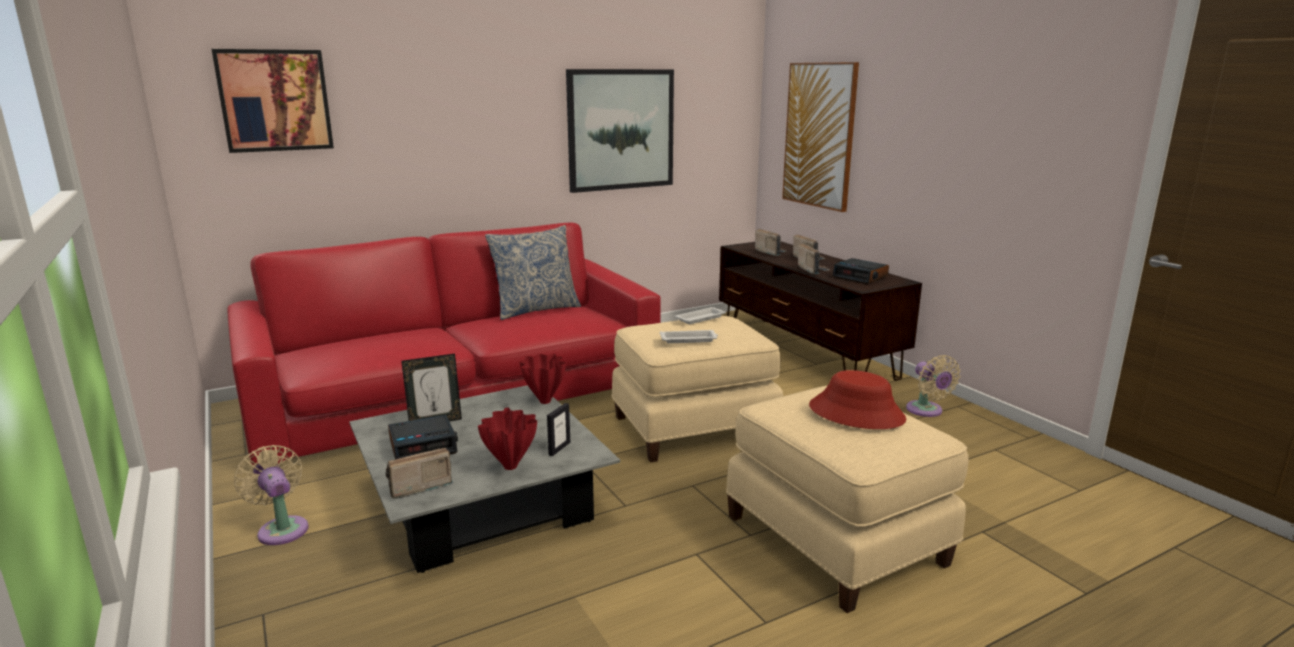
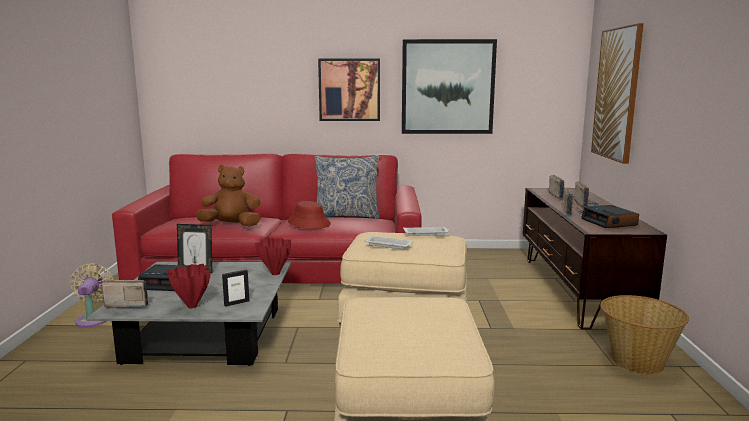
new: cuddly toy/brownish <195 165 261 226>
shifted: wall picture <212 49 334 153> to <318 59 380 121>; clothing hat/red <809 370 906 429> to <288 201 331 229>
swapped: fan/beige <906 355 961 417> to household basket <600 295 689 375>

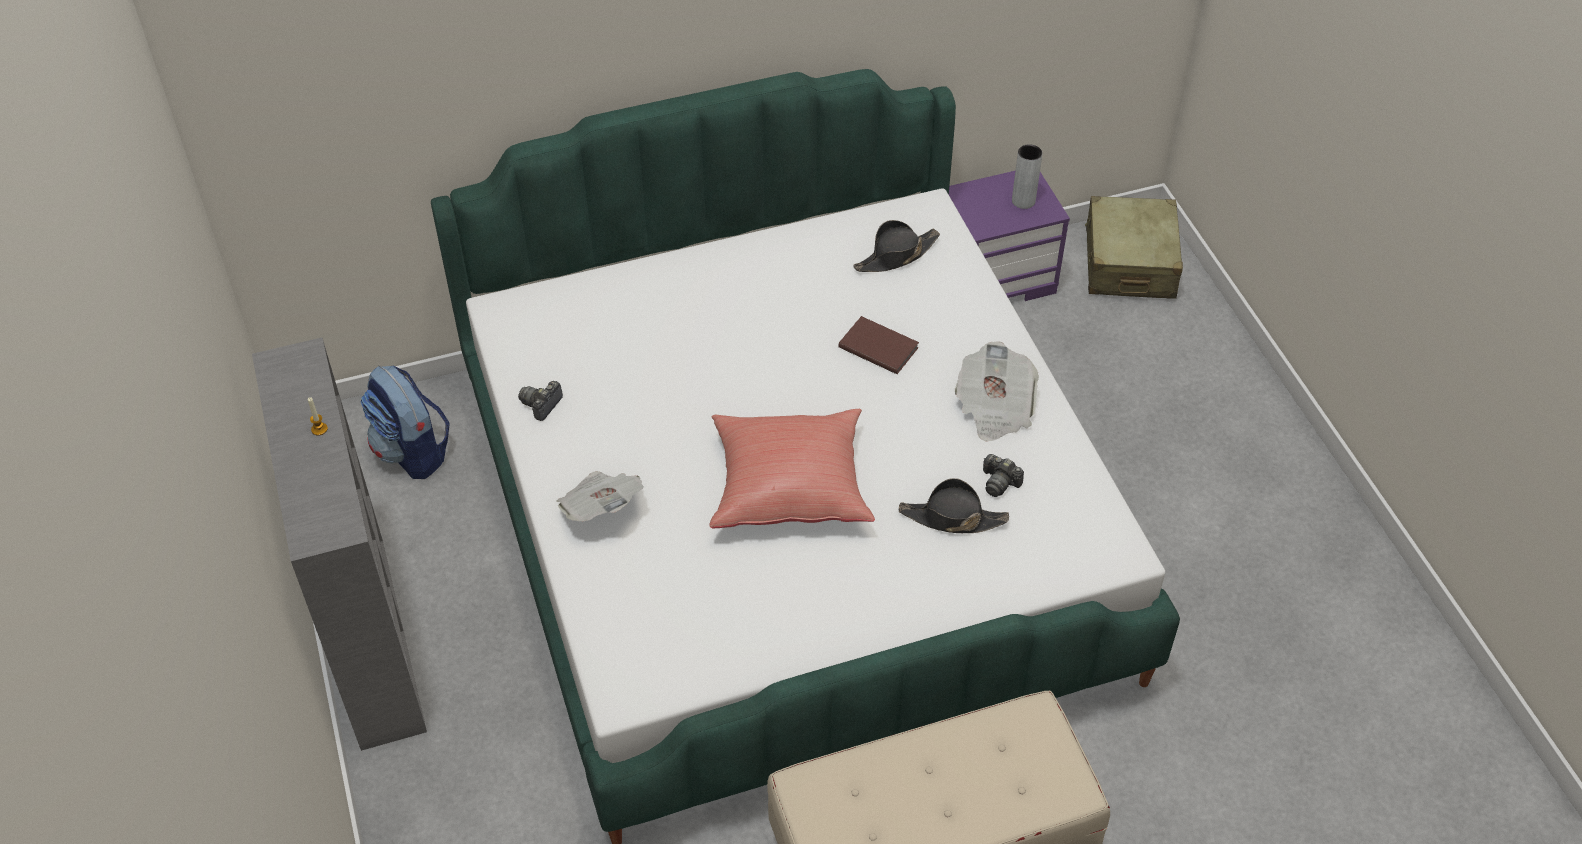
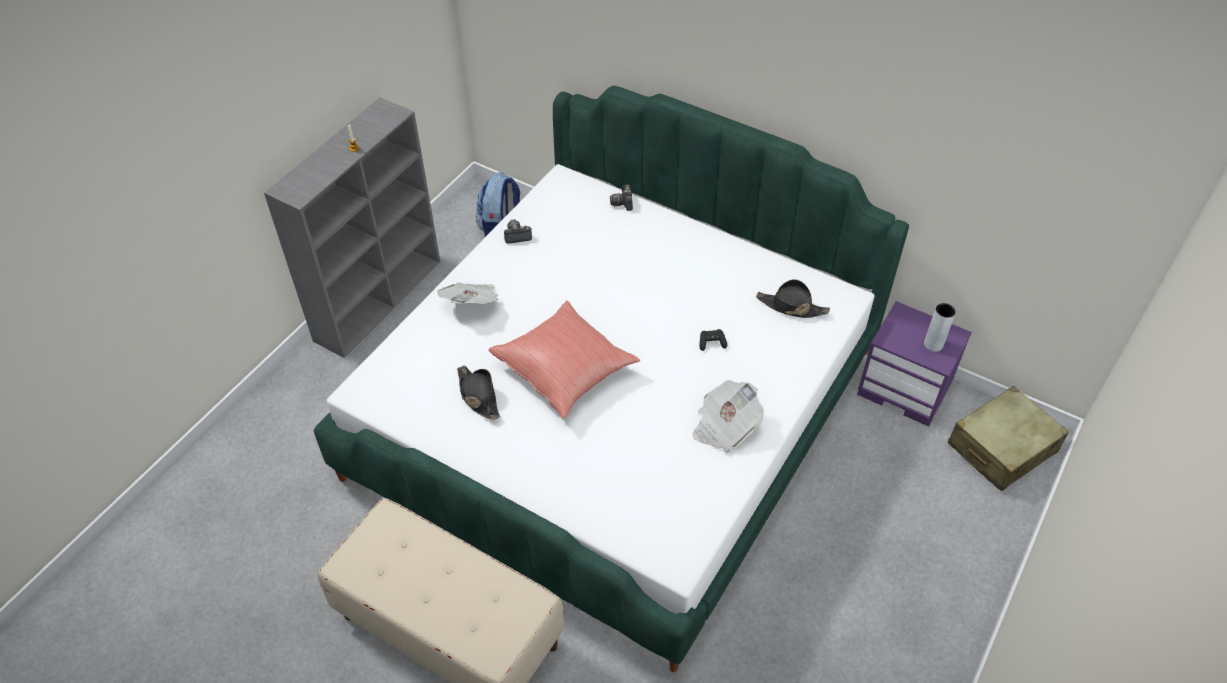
shifted: clothing hat/black-coloured <899 478 1009 533> to <457 366 500 420>; still camera <983 454 1024 497> to <610 185 633 211>
swapped: bound book/brownish <838 316 919 374> to game controller/black-coloured <700 329 727 351>

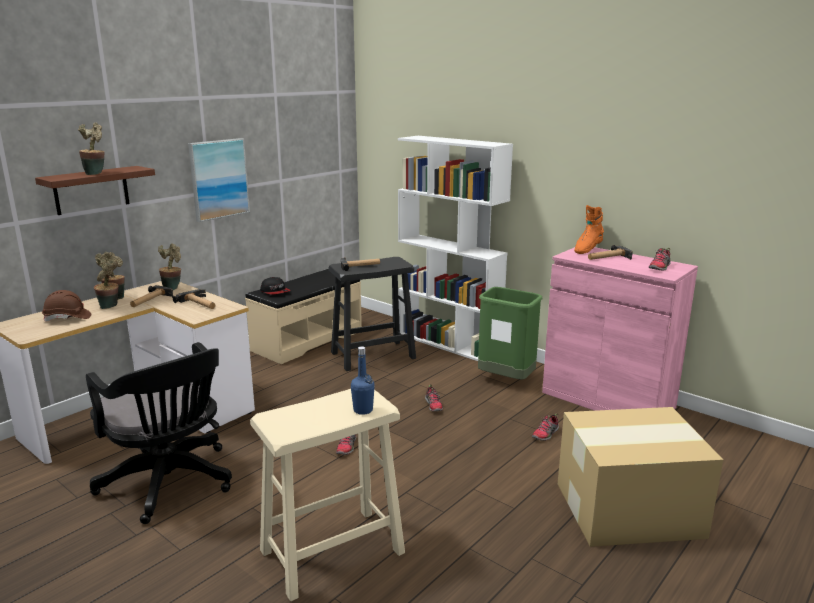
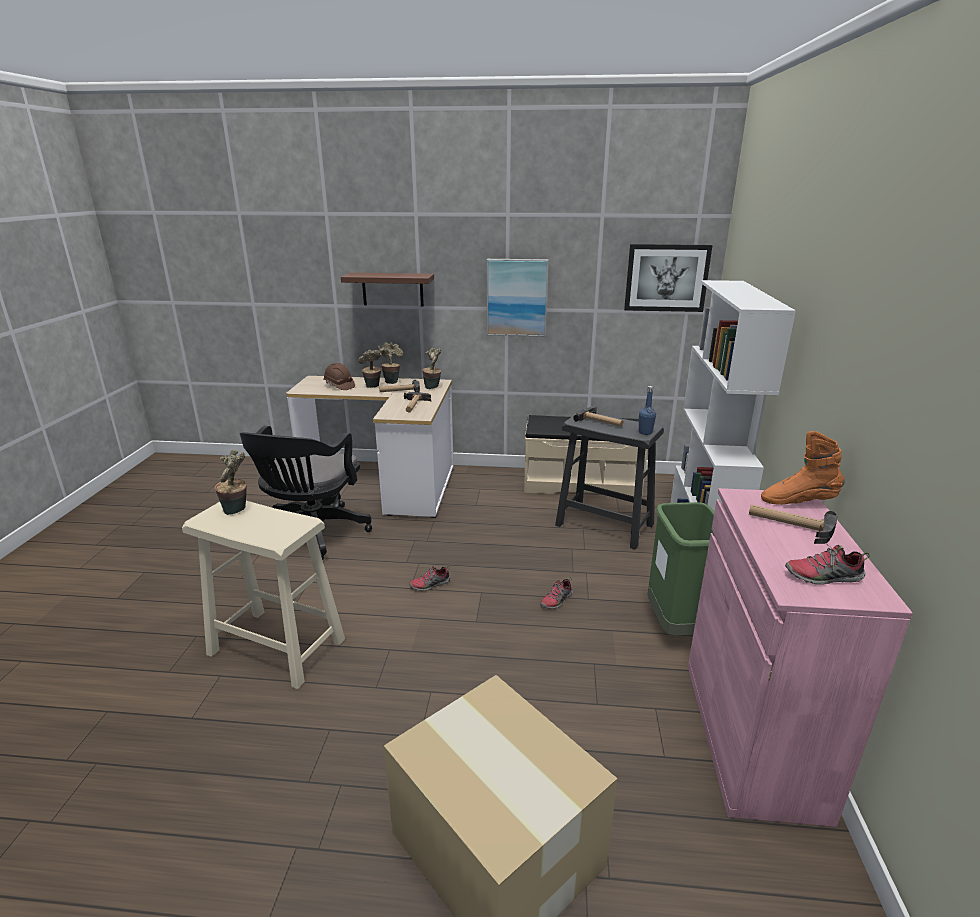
gone: peaked cap <260 277 291 295>; shoe <532 413 559 441>
new: wall picture <624 244 712 312>
shifted: plant in a pot <78 123 105 175> to <215 450 247 515>; bottle/blue <351 346 375 415> to <639 386 656 435>

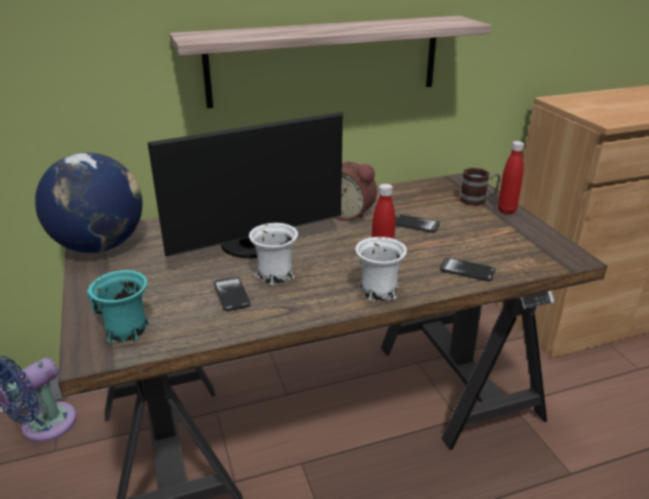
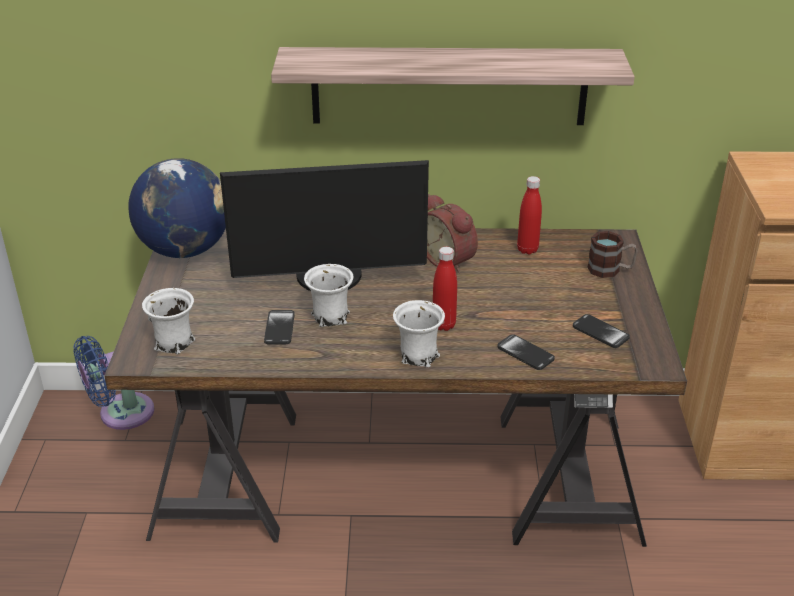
shifted: phone <395 214 440 233> to <573 314 630 348>; bottle/red <498 141 524 214> to <517 176 542 255>
repainted: coffee mug/turquoise-coloured <86 270 149 343> to coffee mug/whitish <142 288 195 354>

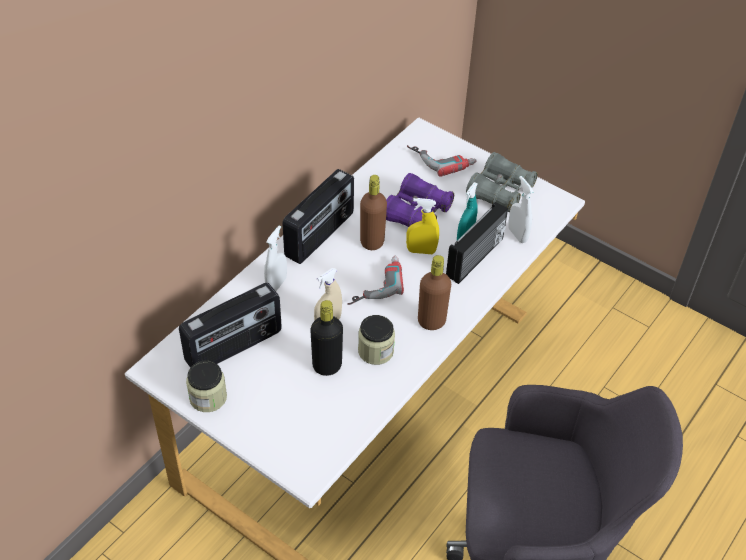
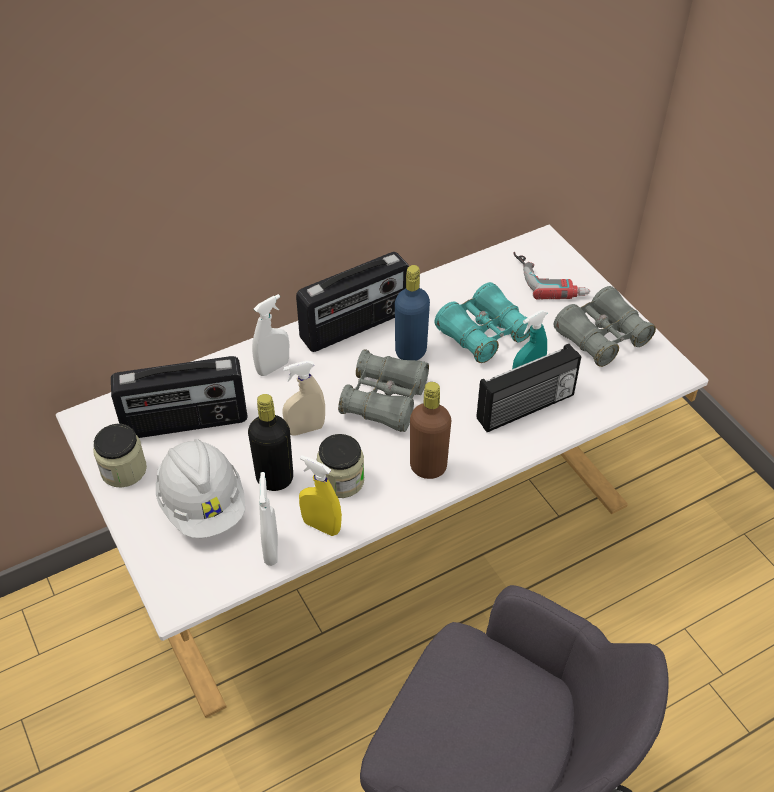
new: hard hat/whitish <156 439 245 538>
shifted: spray bottle/yellow <406 198 439 254> to <299 455 342 536>; spray bottle/whitish <508 176 534 243> to <259 472 278 566>
swapped: electric drill <347 256 404 305> to field glasses/gray <338 350 429 432>
repainted: bottle/brownish <360 175 387 250> to bottle/blue <395 265 430 360>; field glasses/purple-coloured <386 173 454 227> to field glasses/turquoise-coloured <434 282 531 363>

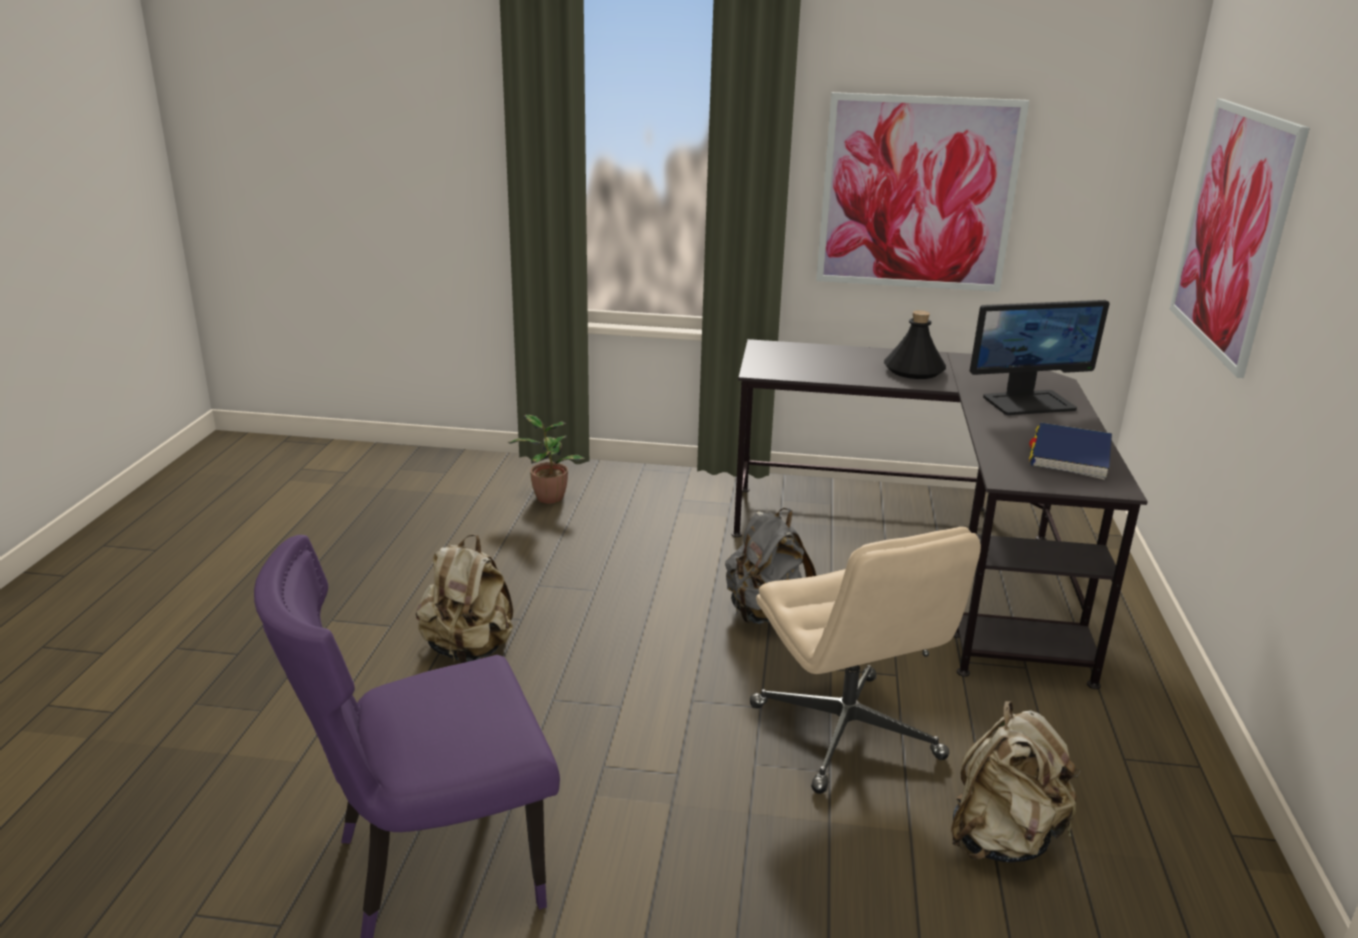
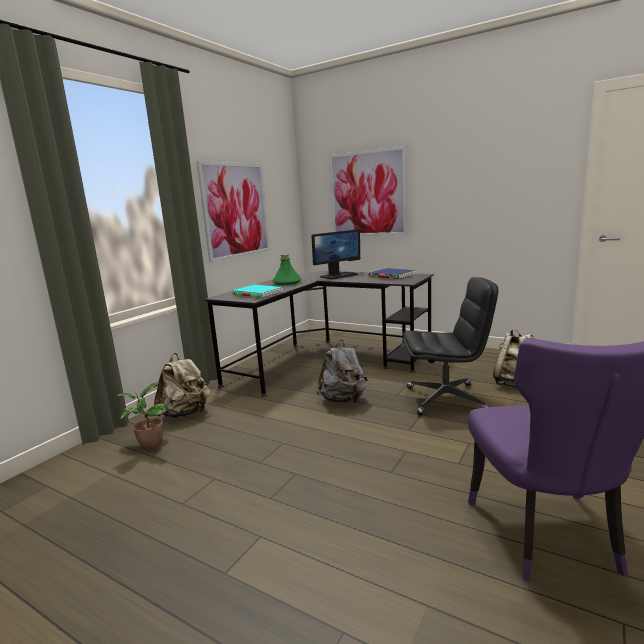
new: bound book/turquoise-coloured <232 285 283 298>
shifted: backpack/beige <416 534 513 663> to <154 353 211 418>
repainted: office chair/beige <750 527 981 794> to office chair/black-coloured <403 277 498 416>; bottle/black-coloured <884 310 946 379> to bottle/green-coloured <272 254 301 285>
rotated: computer display <970 300 1110 415> = <311 229 360 279> 45 degrees clockwise

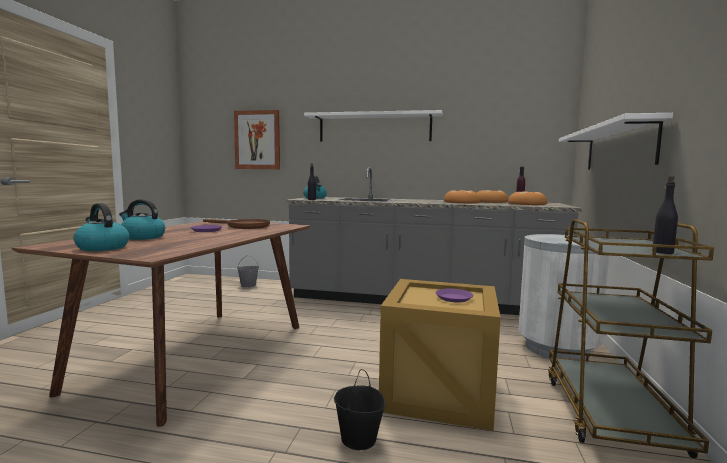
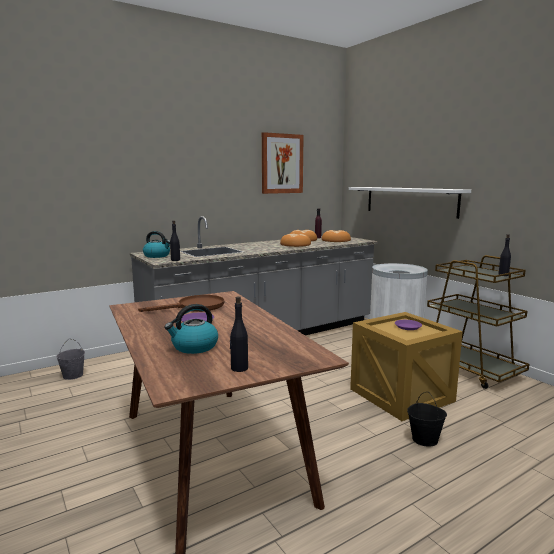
gone: bracket shelf/whitish <304 110 443 142>
shifted: wall picture <234 110 280 169> to <262 132 304 194>
swapped: tea kettle <73 203 129 251> to bottle/black-coloured <230 296 248 372>

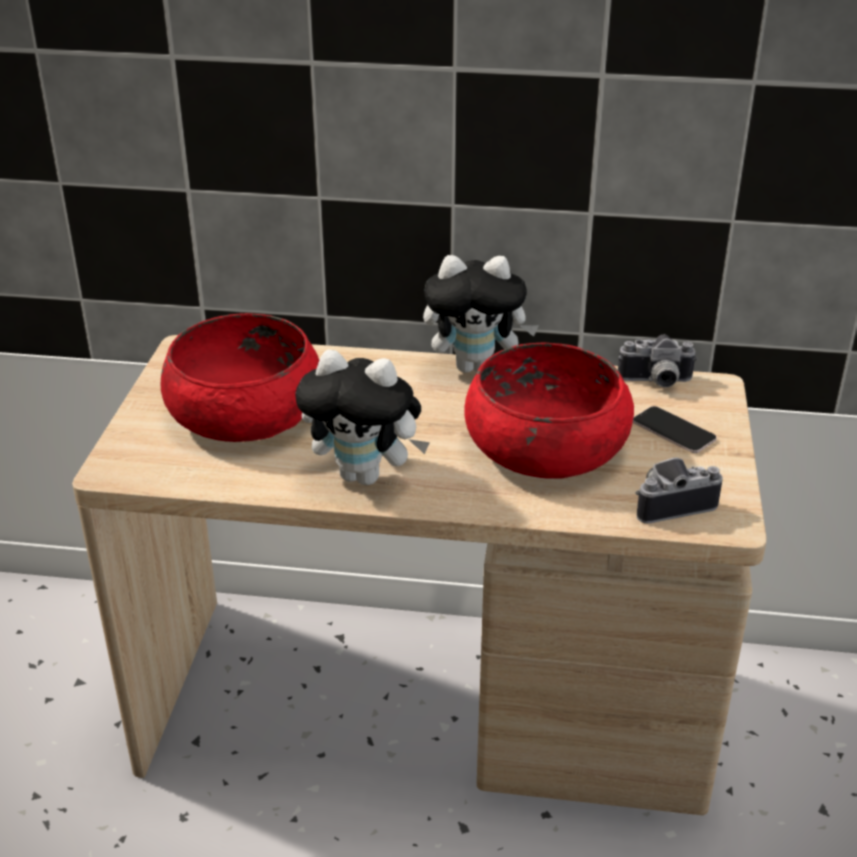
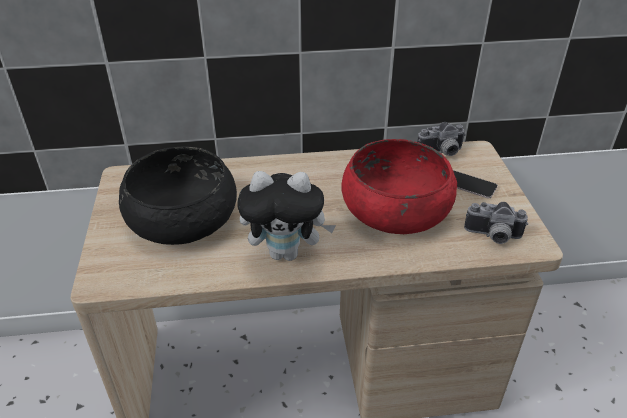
gone: cuddly toy <423 255 539 373>
repainted: serving bowl/red <161 313 319 442> to serving bowl/black-coloured <119 146 237 245>
rotated: still camera <636 458 723 524> = <464 202 528 244> 135 degrees counterclockwise

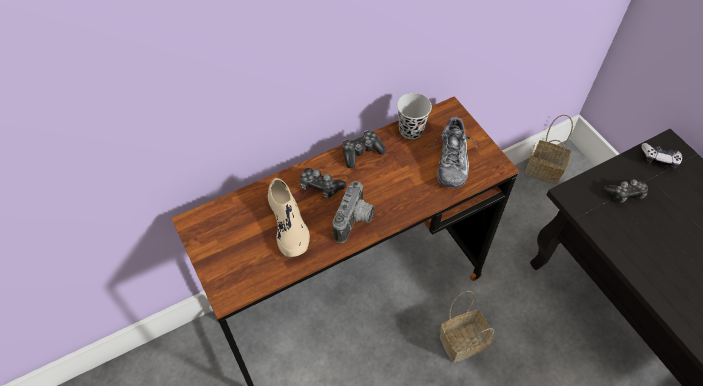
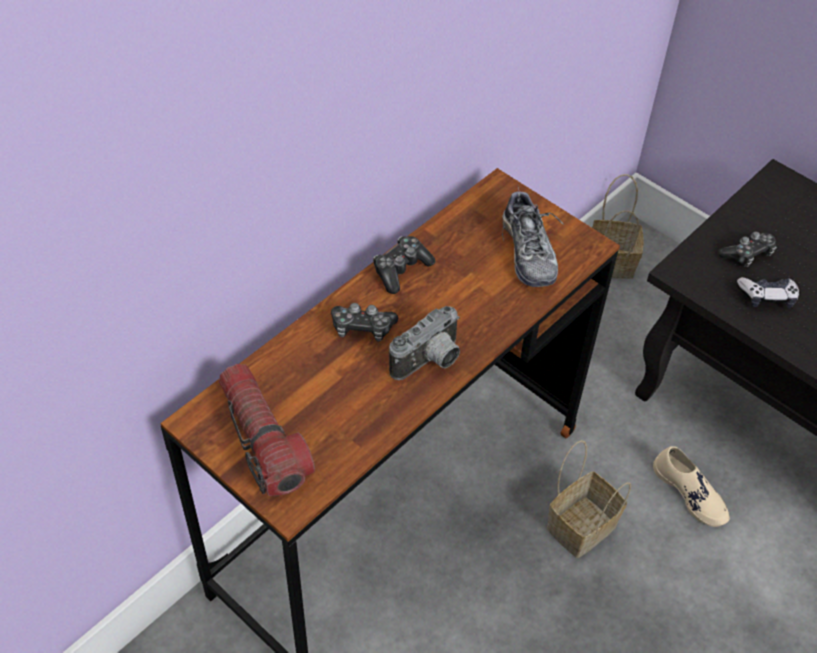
gone: small cup/black-coloured <397 93 432 139>
new: hand torch <219 364 315 496>
shifted: shoe/beige <268 178 310 257> to <653 446 730 527>; game controller <641 143 682 170> to <737 277 799 308>
rotated: still camera <333 181 374 243> = <389 306 460 380> 45 degrees clockwise

